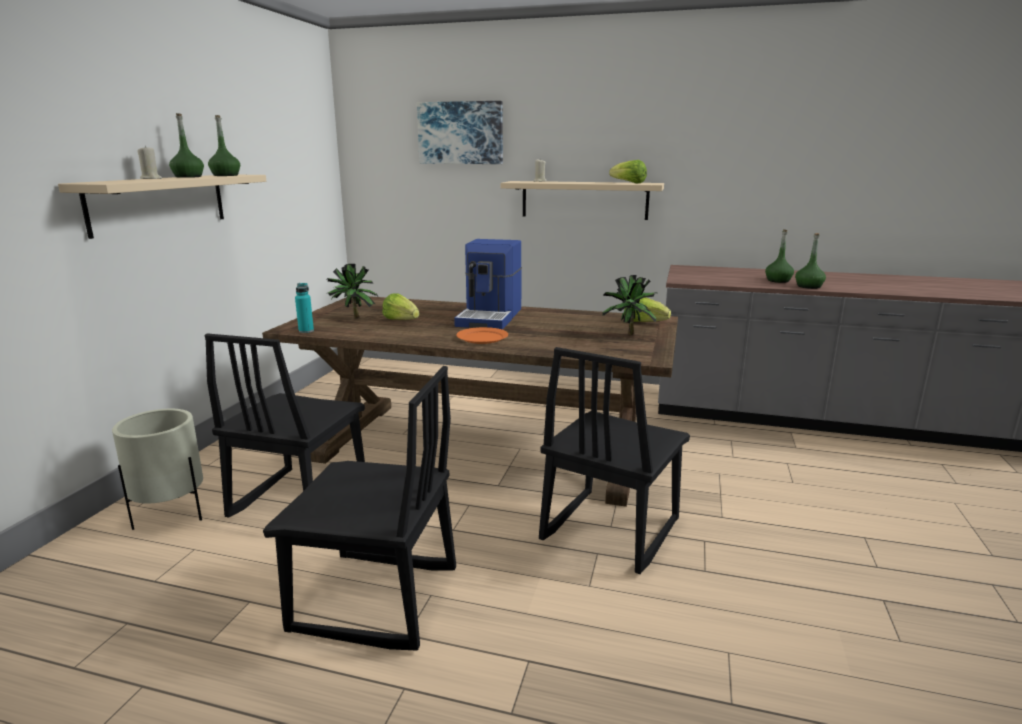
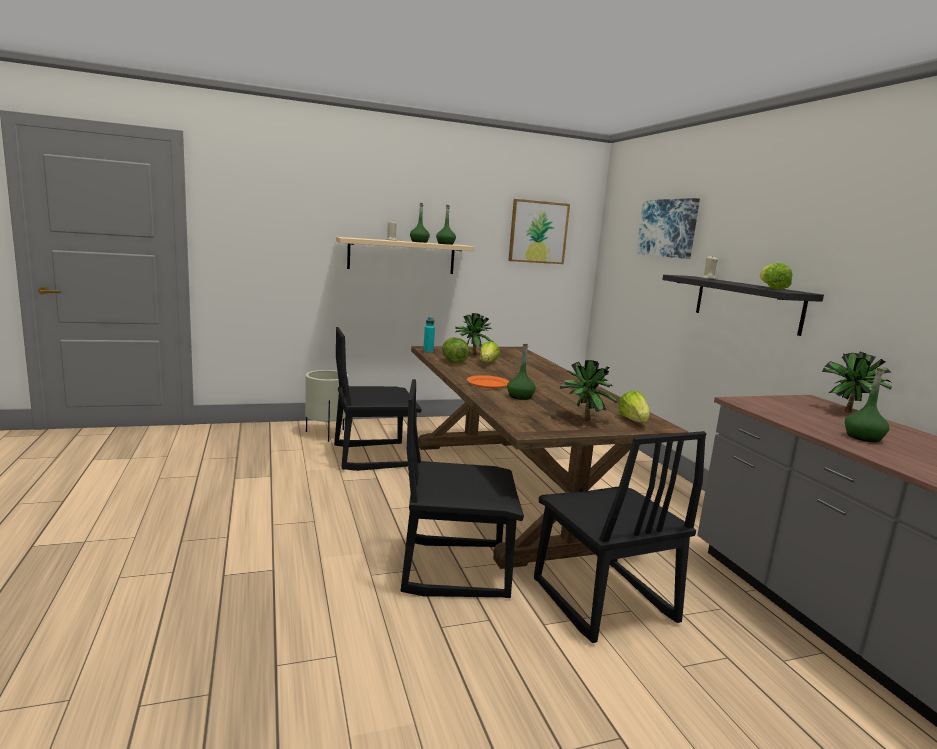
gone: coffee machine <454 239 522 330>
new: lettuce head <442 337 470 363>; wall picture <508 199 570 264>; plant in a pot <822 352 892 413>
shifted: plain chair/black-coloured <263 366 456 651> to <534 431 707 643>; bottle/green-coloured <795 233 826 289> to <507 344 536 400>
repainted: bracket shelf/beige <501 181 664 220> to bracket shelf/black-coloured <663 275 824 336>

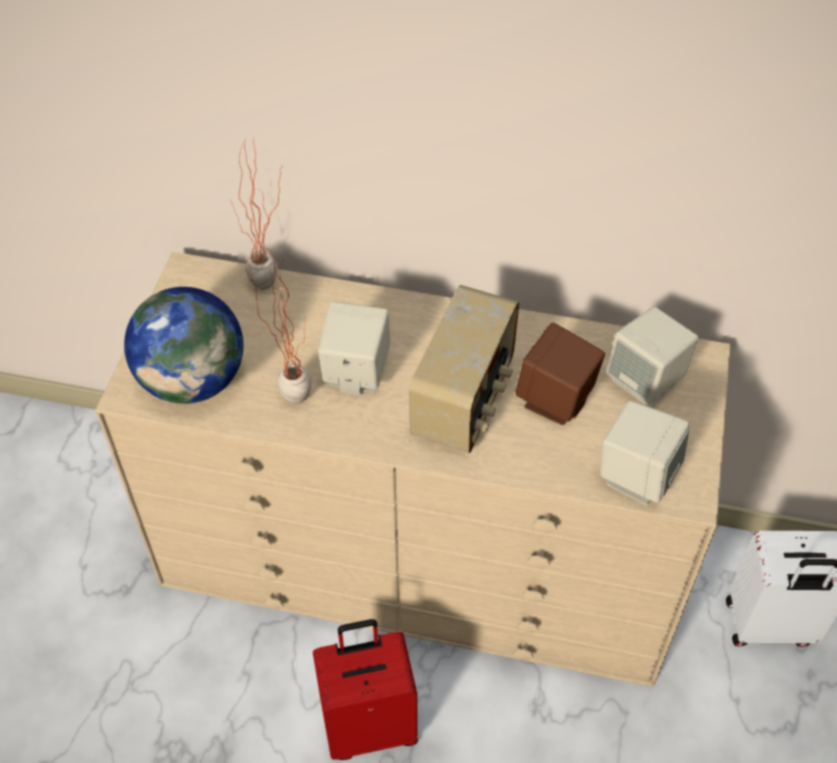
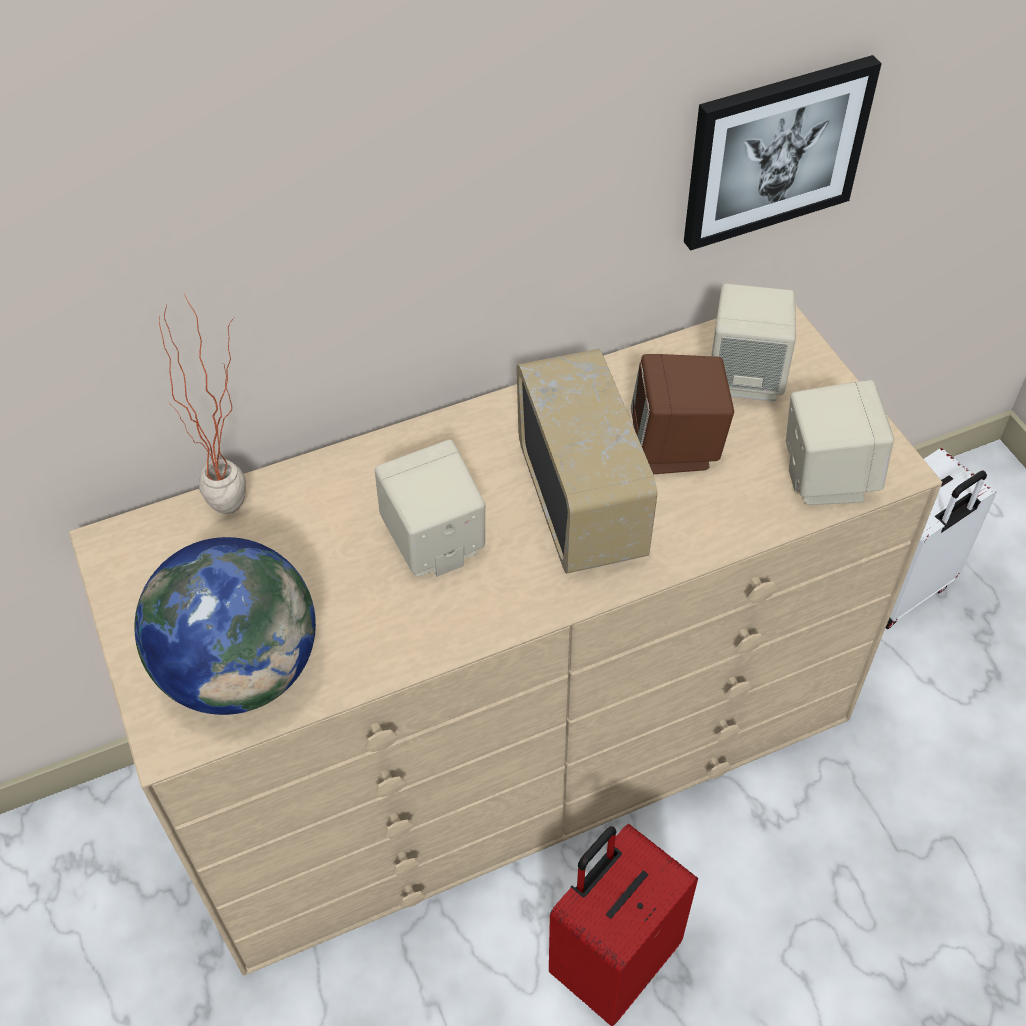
gone: plant in a pot <249 248 312 404>
new: wall picture <684 55 882 251>

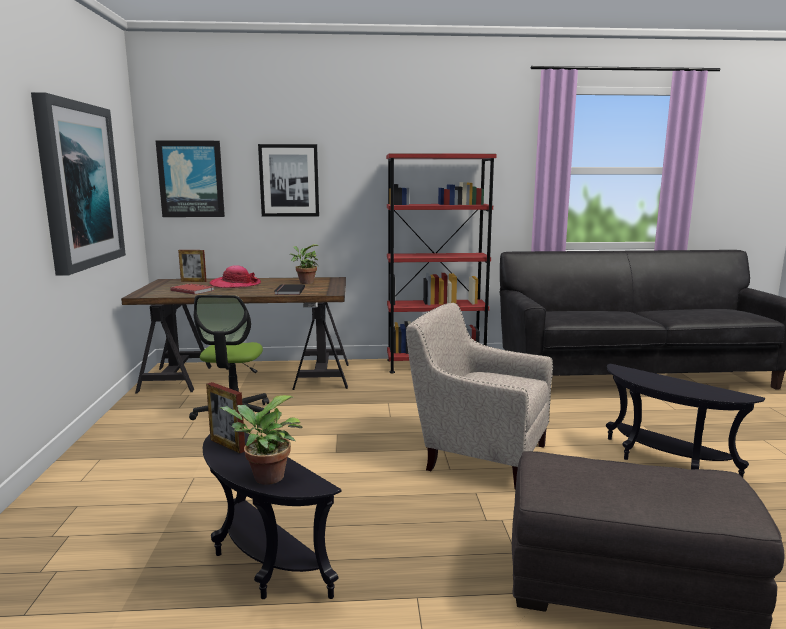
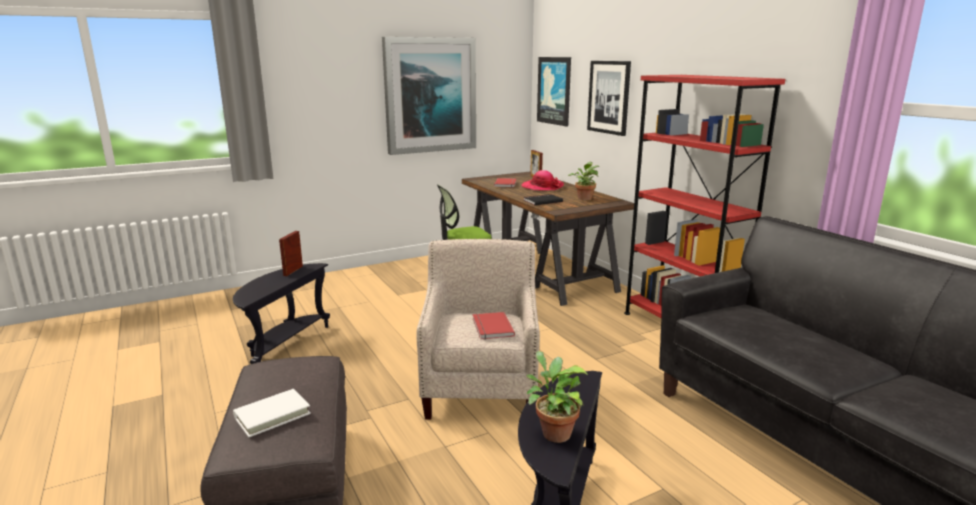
new: bound book/whitish <233 389 311 437>; bound book/red <473 312 515 339>
shifted: plant in a pot <220 395 303 485> to <526 351 588 443>

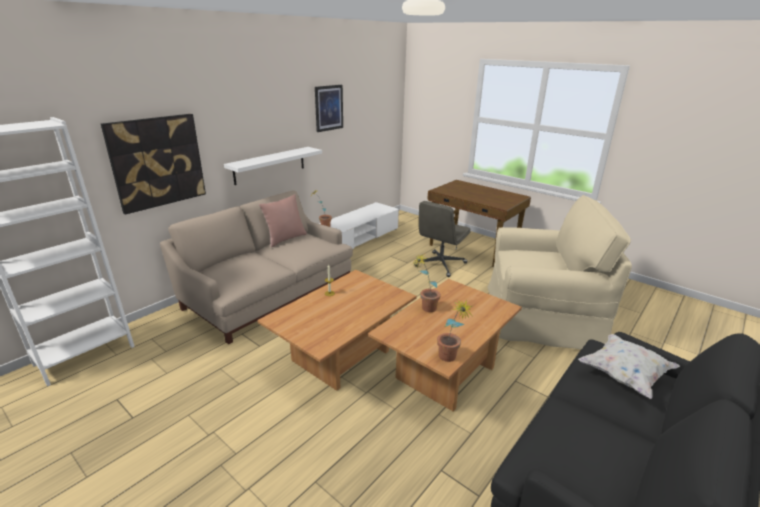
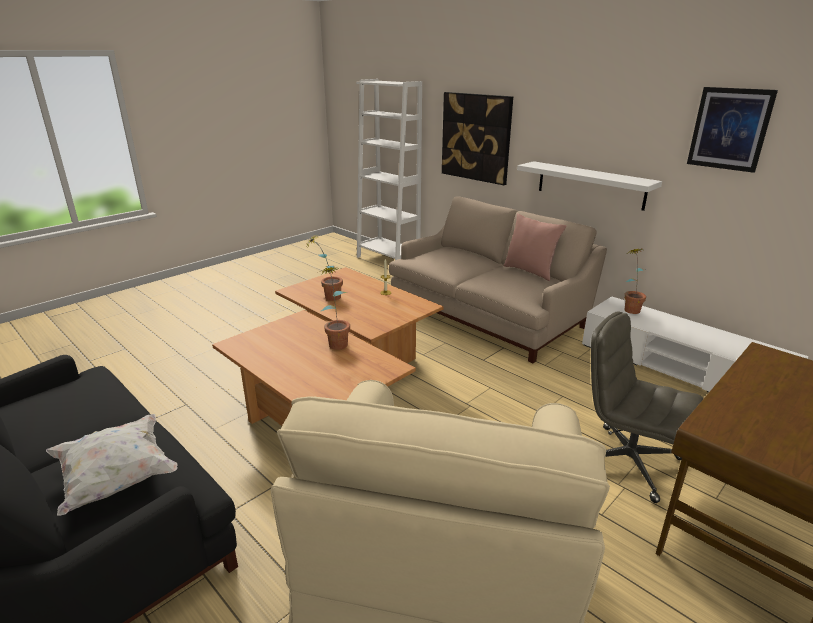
shifted: plant in a pot <437 299 474 362> to <307 235 343 301>

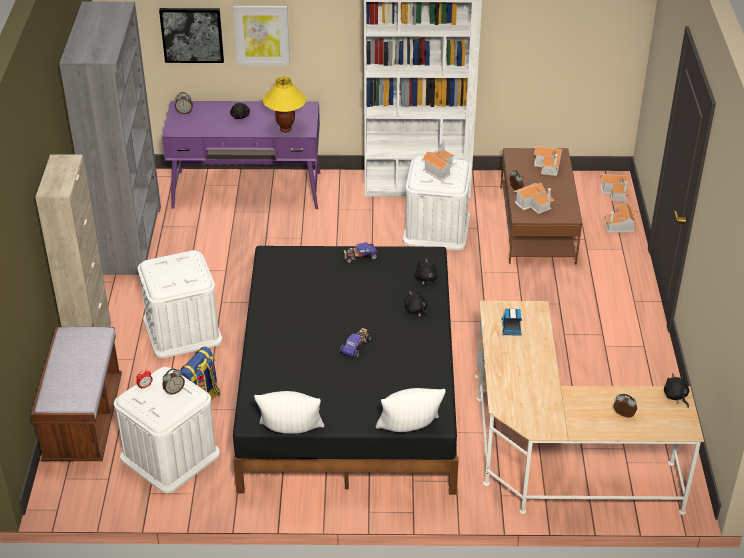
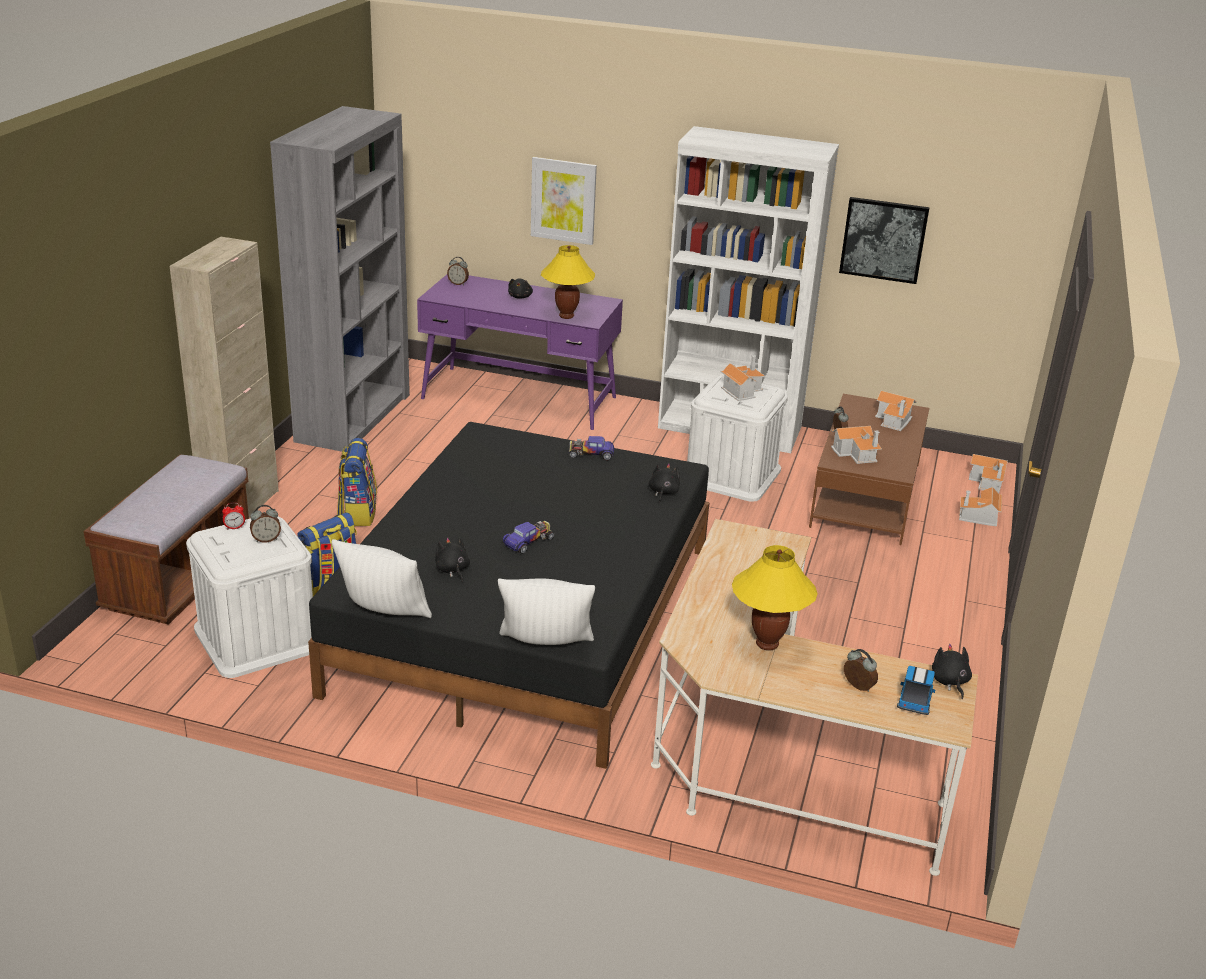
new: tabletop lamp/yellow <732 545 818 651>
shifted: wall picture <159 8 224 63> to <839 197 930 284>; cuddly toy/black-coloured <405 289 430 319> to <435 537 470 582>; toy lorry <501 309 522 336> to <897 666 935 715>
swapped: storage bin/whitish <138 250 222 358> to backpack <337 438 377 526>

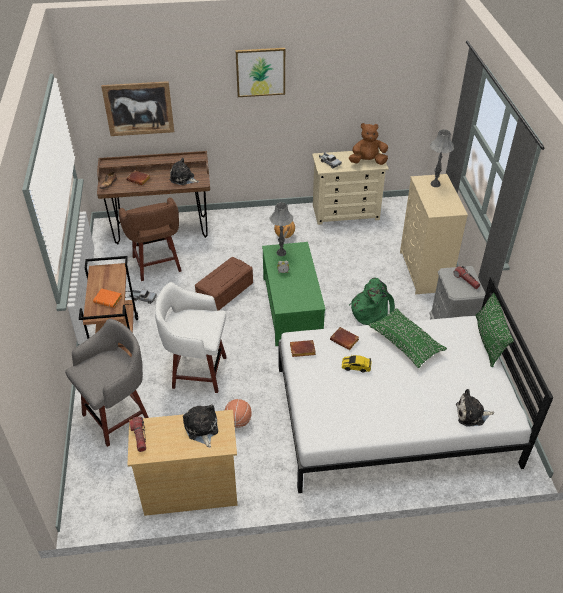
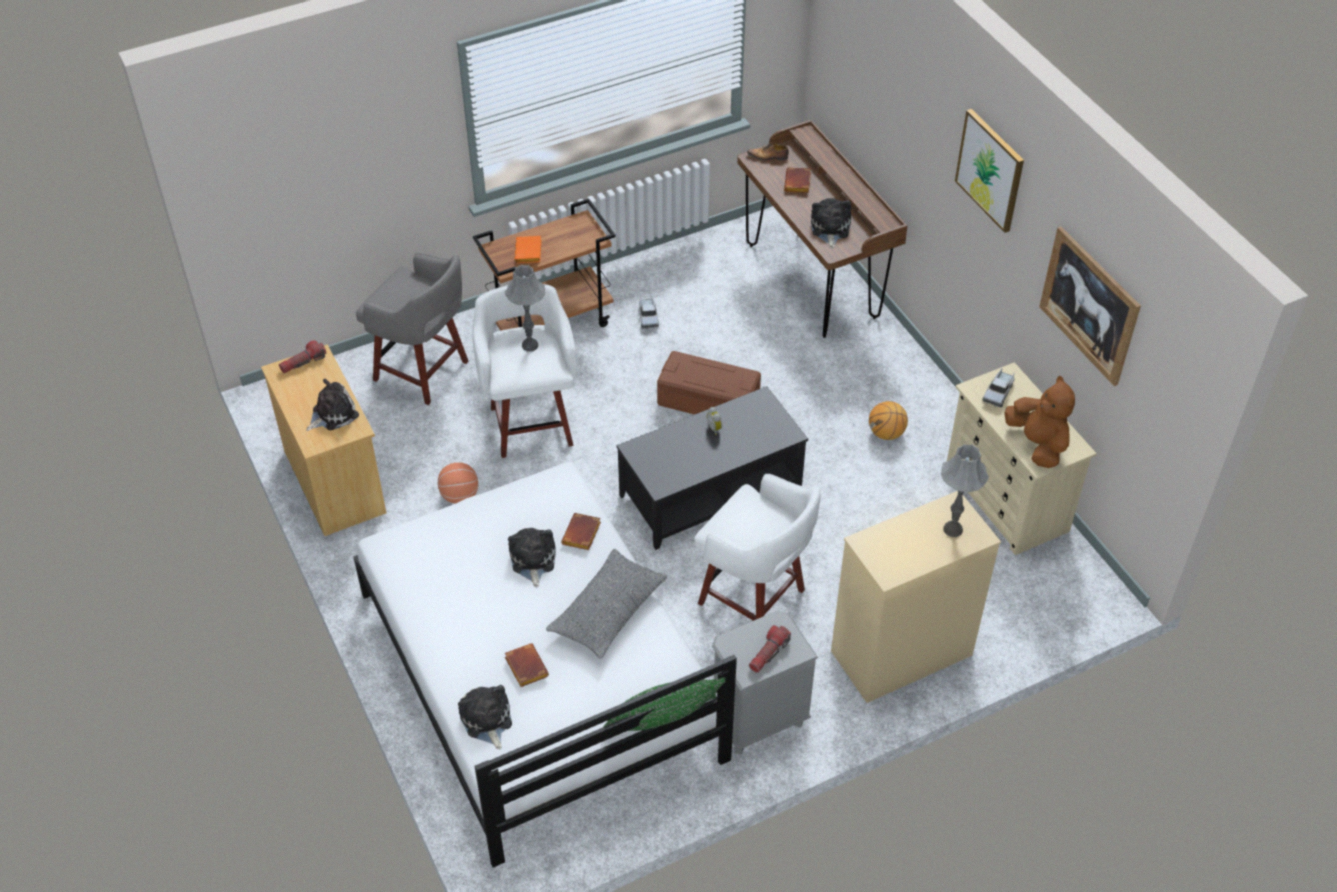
gone: stool seat/brownish <119 197 182 281>
shifted: wall picture <101 81 174 136> to <1039 226 1141 386>; tabletop lamp/gray <269 202 293 256> to <505 265 545 352>; bound book/brownish <290 340 316 357> to <505 643 549 687>
swapped: model car <342 355 372 373> to cuddly toy <508 528 556 587>; backpack/green-coloured <349 277 395 325> to stool seat/whitish <694 474 821 621>
repainted: low table/green-coloured <262 242 326 346> to low table/black-coloured <616 386 808 550>; cushion/green-coloured <368 308 447 368> to cushion/gray <546 549 667 659>

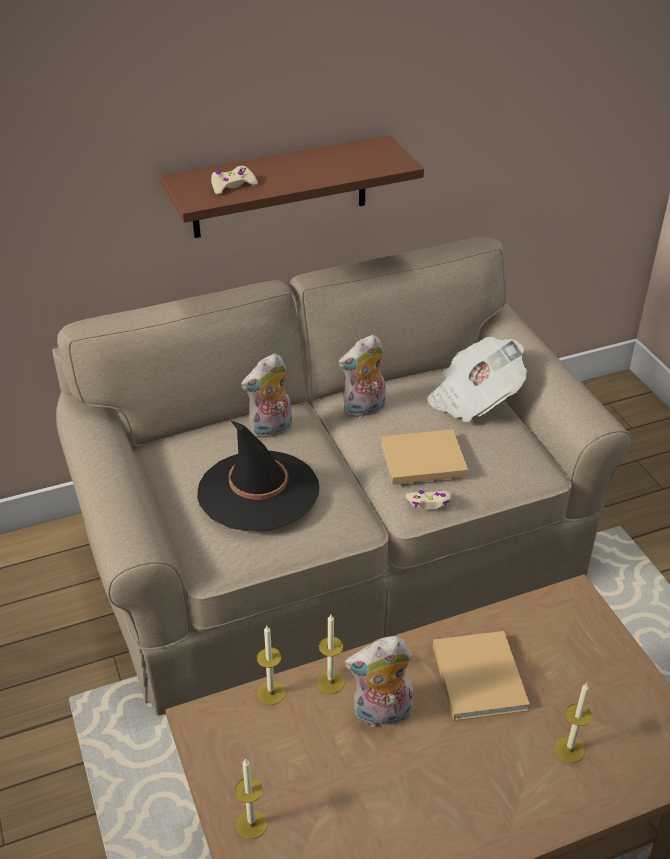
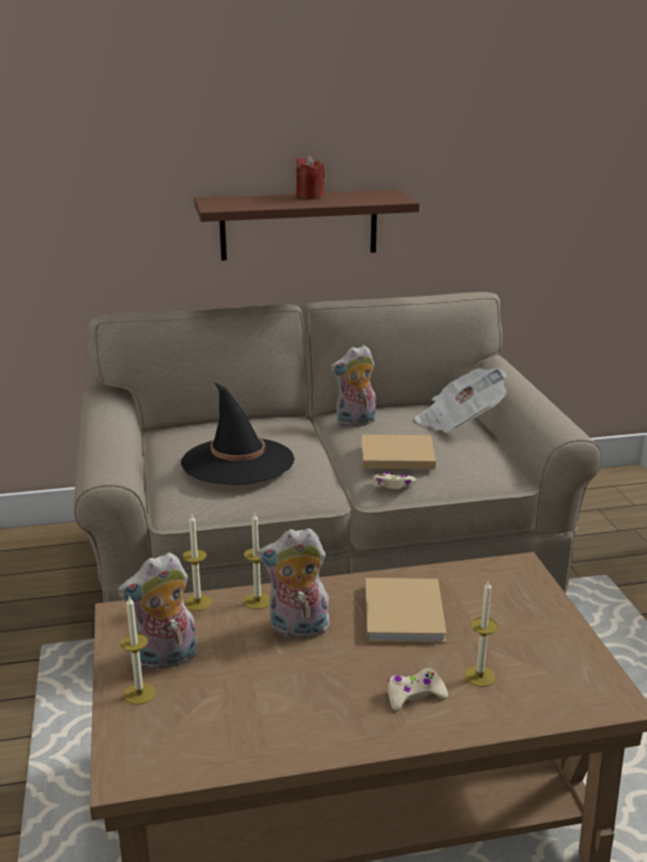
new: wax light/red <296 156 324 199>
shifted: game controller/beige <211 166 258 195> to <388 668 448 710>; cuddly toy <241 353 292 438> to <117 553 197 672>

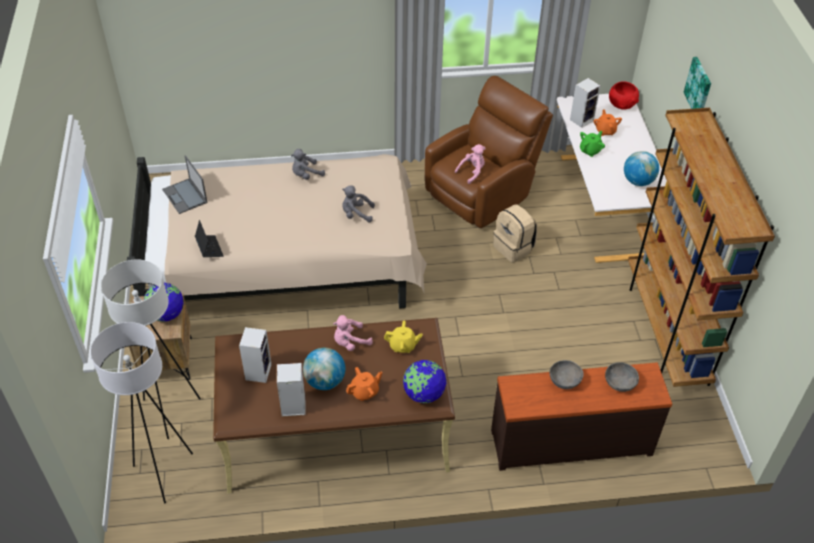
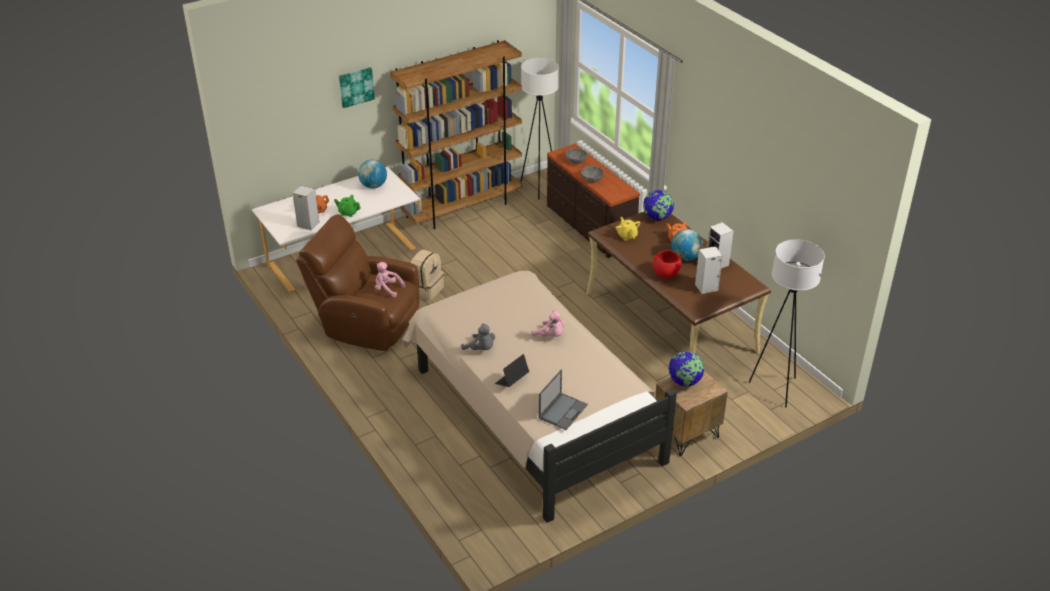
gone: cuddly toy/gray <342 185 375 223>
shifted: standing lamp/whitish <101 259 201 439> to <521 58 559 200>; portable computer <195 220 224 257> to <495 354 529 387>; cuddly toy/pinkish <333 315 373 351> to <531 310 565 337>; serving bowl/red <609 81 639 110> to <653 250 682 279>

